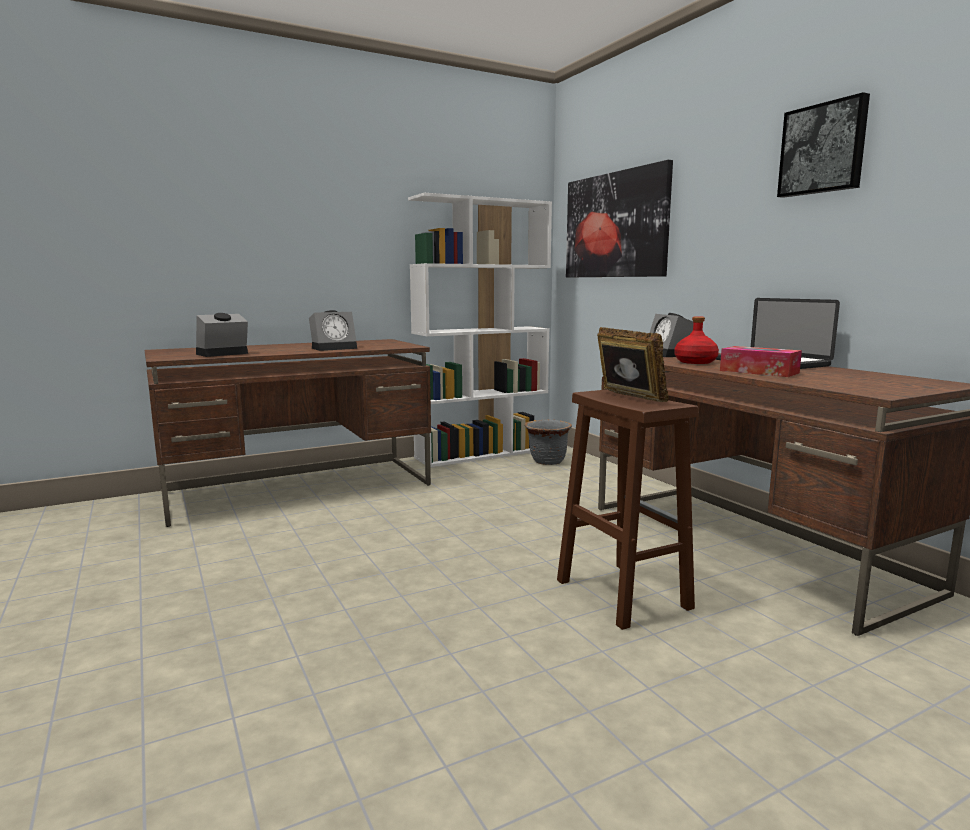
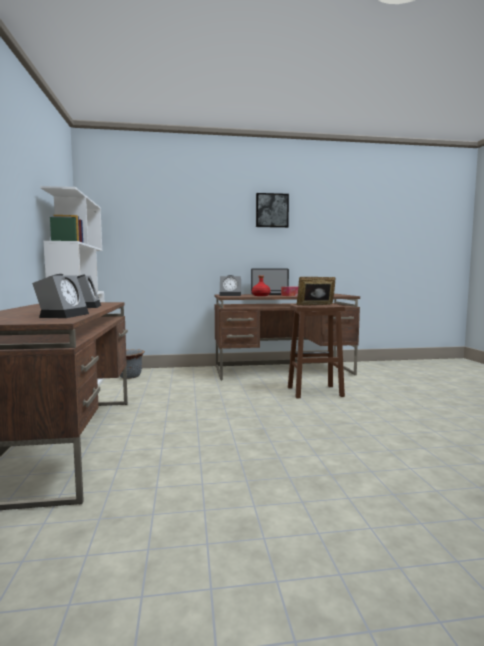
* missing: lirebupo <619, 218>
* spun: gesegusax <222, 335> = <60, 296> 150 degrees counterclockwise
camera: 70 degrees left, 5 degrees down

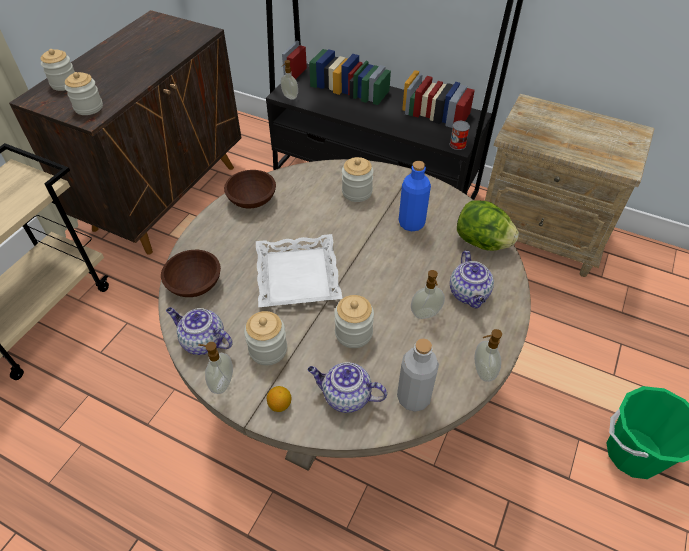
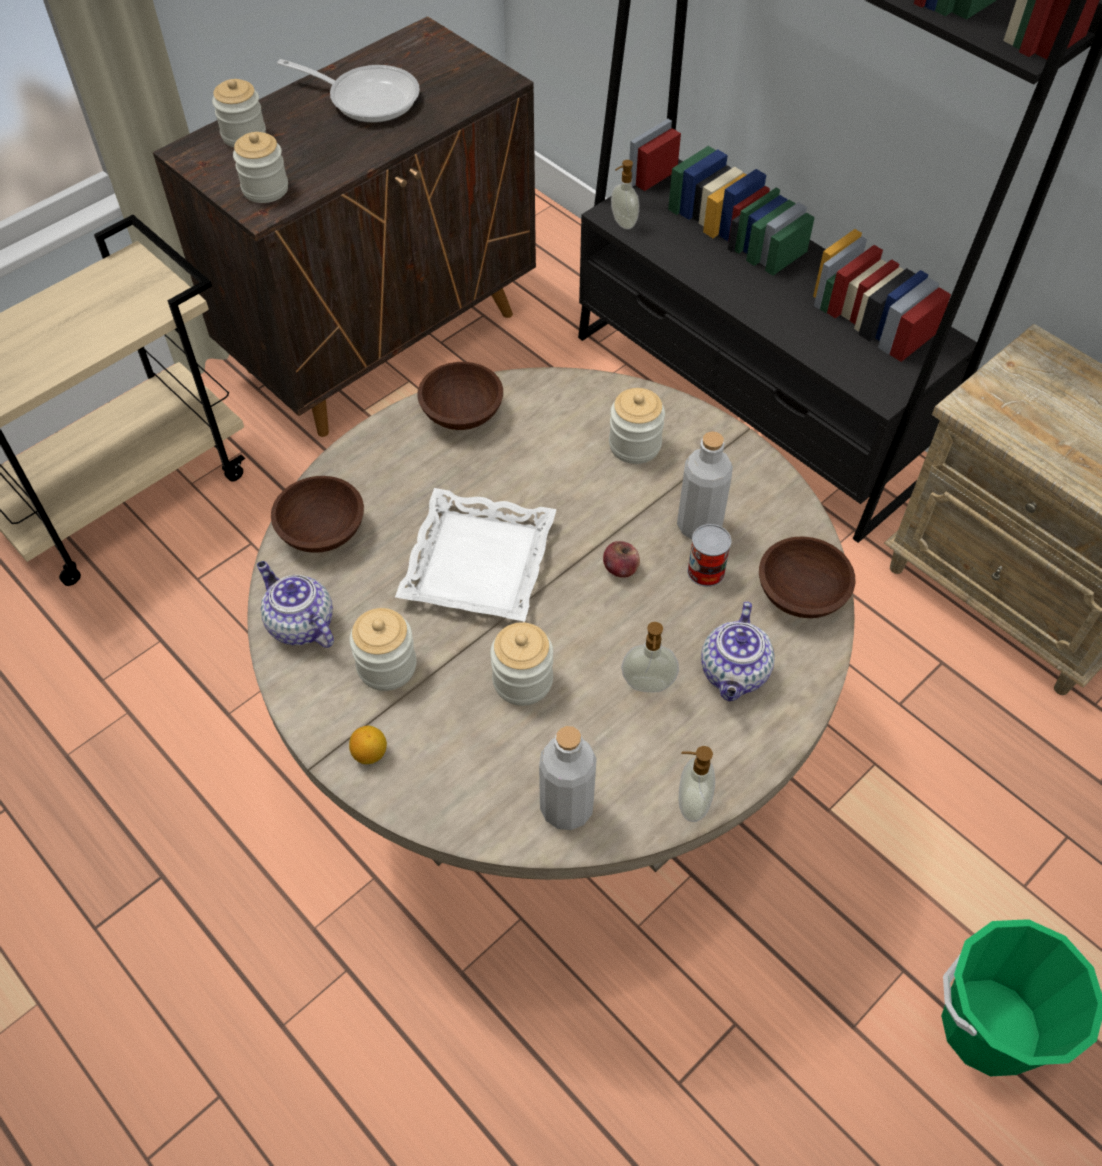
* missing: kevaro <215, 368>
* missing: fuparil <347, 387>
* appeared: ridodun <348, 91>
* appeared: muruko <621, 559>
* relocated: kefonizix <460, 135> to <709, 555>
* exchanged: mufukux <488, 225> to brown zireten <807, 577>
* colour: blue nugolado <415, 196> to grey nugolado <705, 485>
camera: 20 degrees right, 5 degrees up

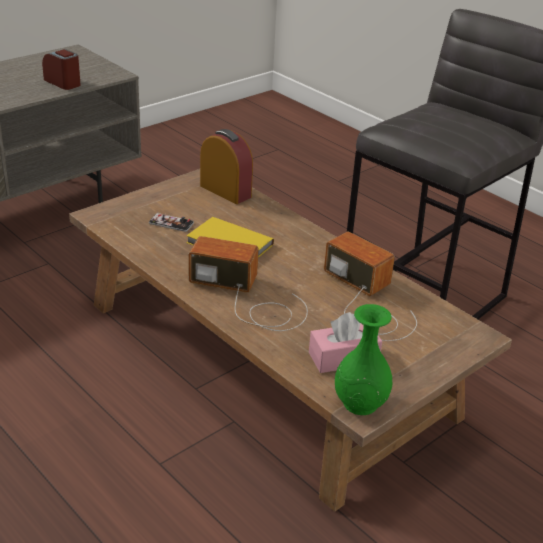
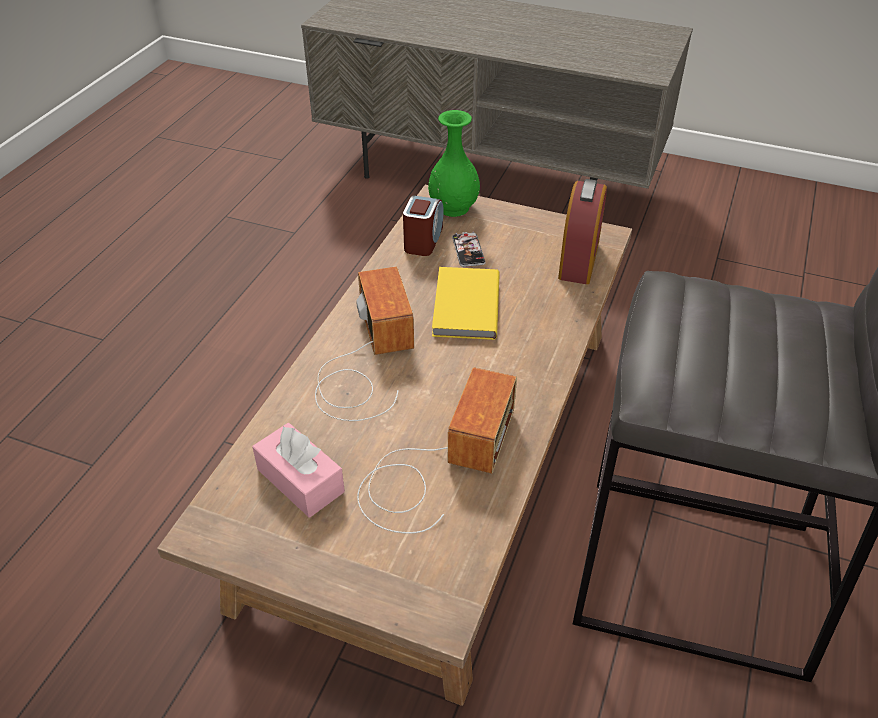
* relocated: gesegusax <61, 69> to <423, 225>
* relocated: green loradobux <364, 359> to <454, 163>
camera: 65 degrees right, 10 degrees up

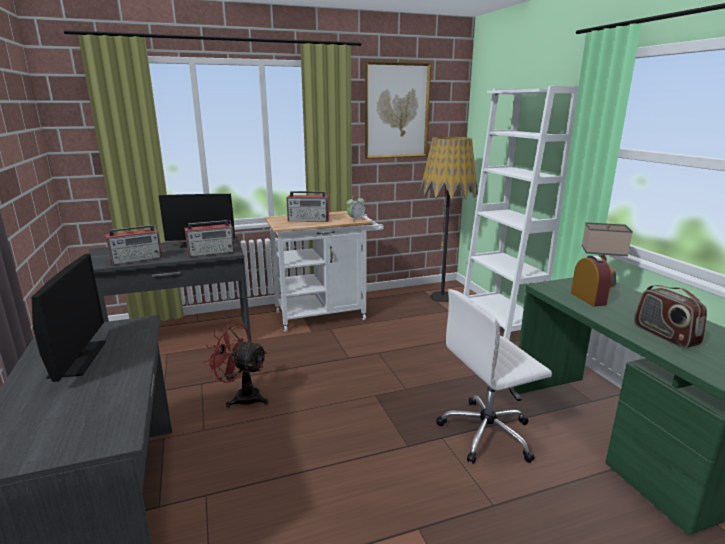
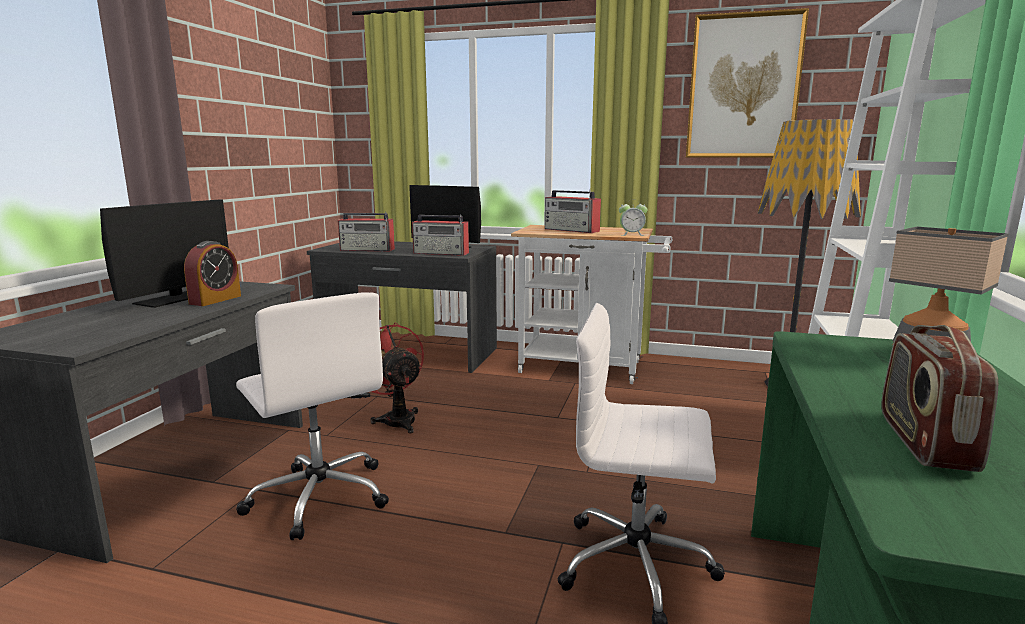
* appeared: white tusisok <312, 416>
* relocated: gesegusax <591, 281> to <212, 273>
camera: 35 degrees right, 5 degrees down

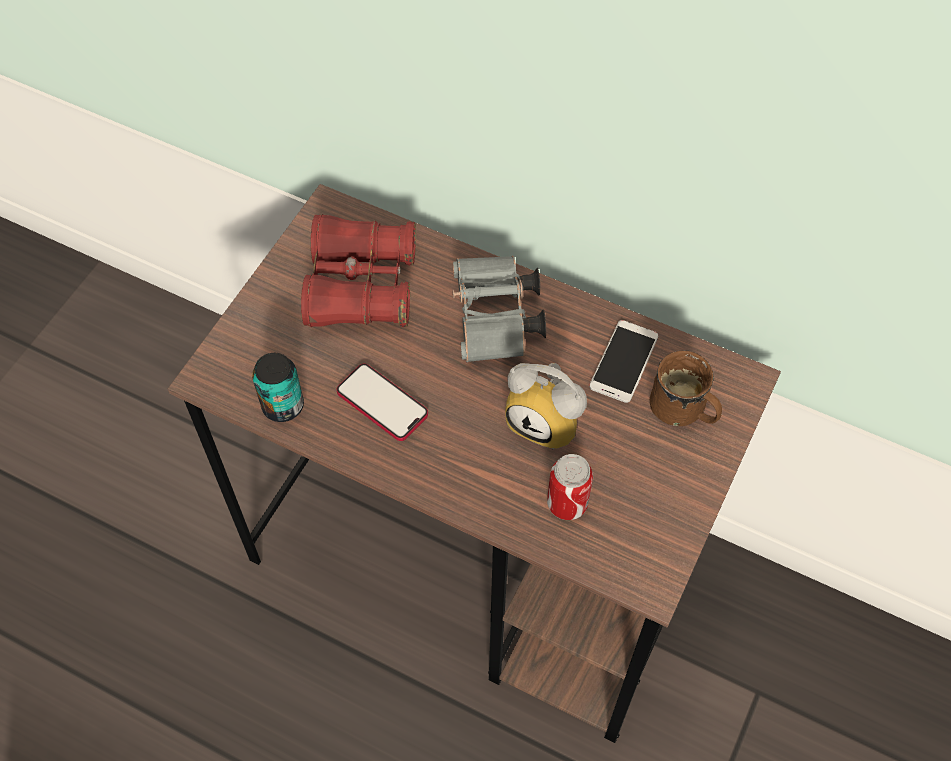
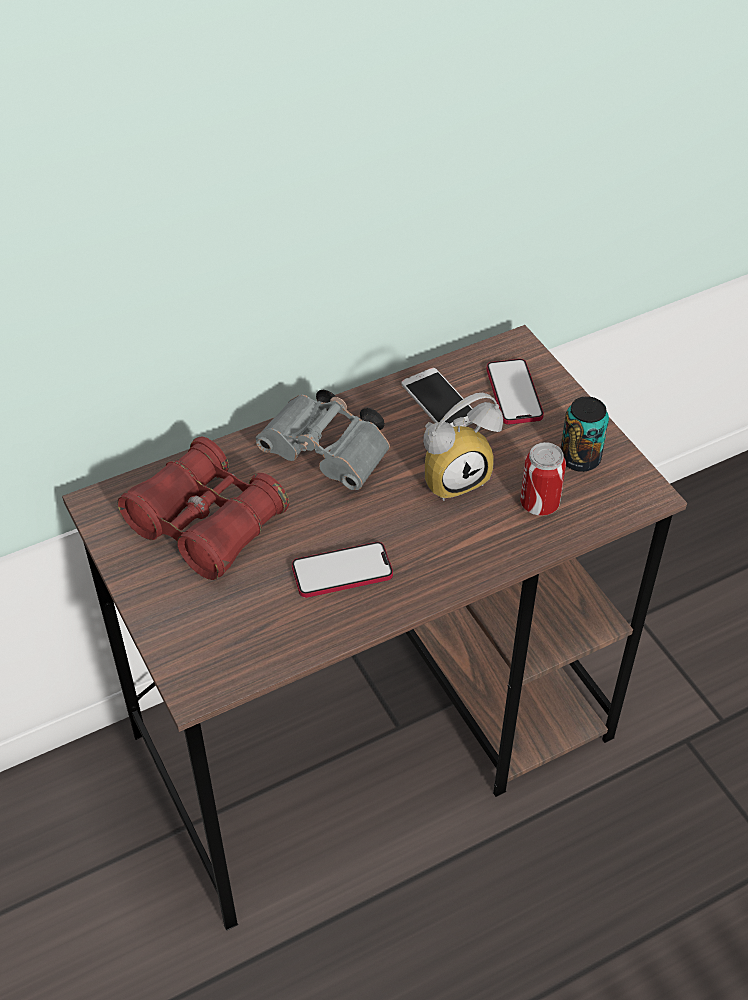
* relocated: kefonizix <278, 387> to <584, 434>
* exchanged: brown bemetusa <686, 388> to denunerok <515, 392>
camera: 55 degrees left, 10 degrees down

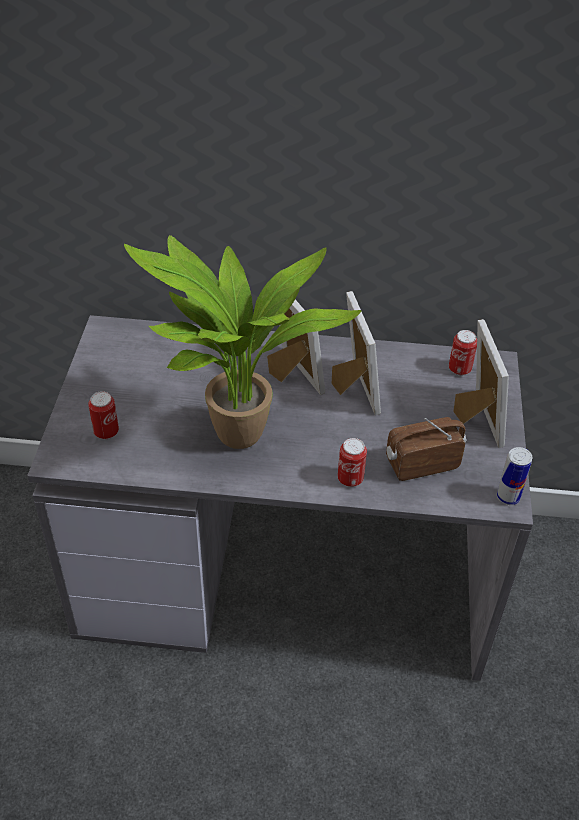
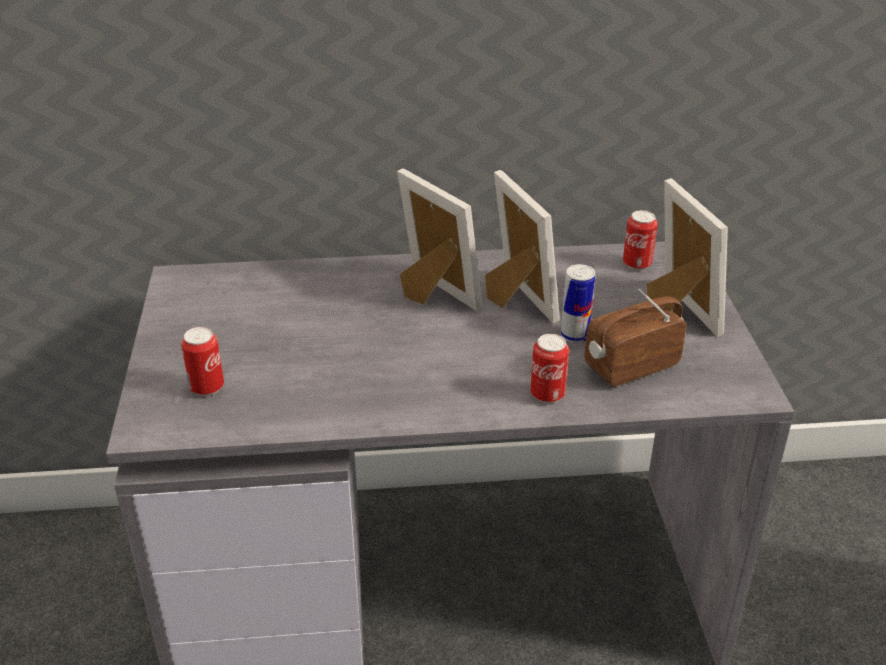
* missing: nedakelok <242, 342>
* relocated: kefonizix <514, 476> to <578, 303>
camera: 10 degrees left, 10 degrees down

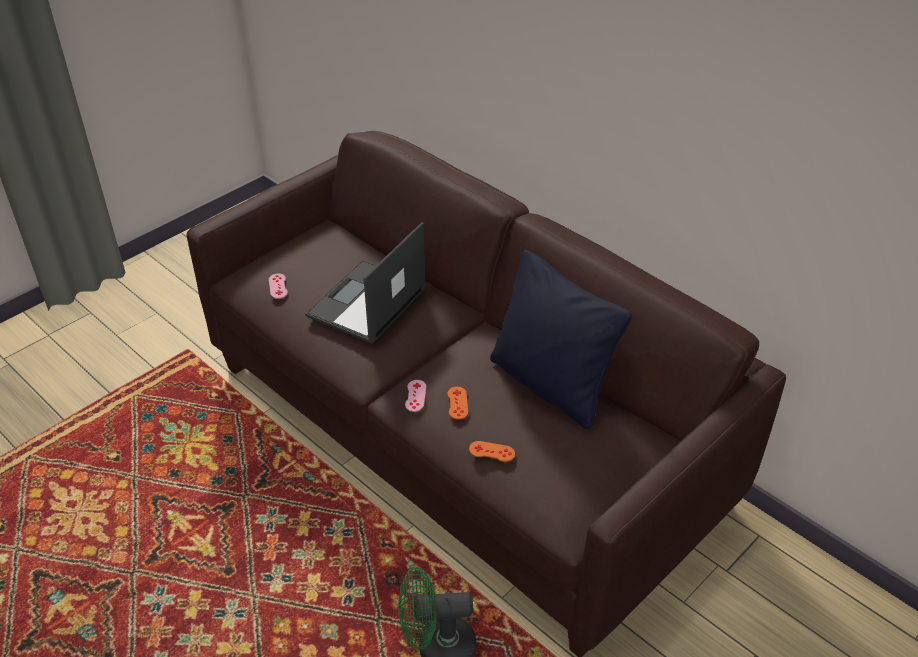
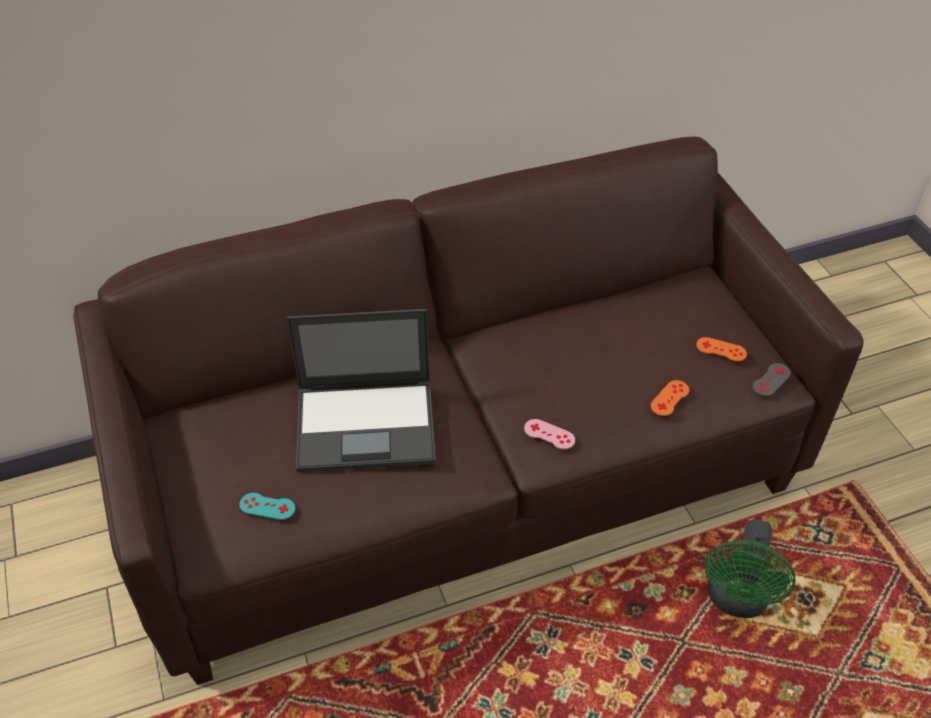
* missing: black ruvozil <561, 339>
* appeared: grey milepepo <771, 379>
* relocated: orange milepepo <457, 403> to <721, 349>
* colour: pink milepepo <278, 286> to turquoise milepepo <267, 506>
* spun: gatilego <365, 283> = <361, 390> 60 degrees counterclockwise
camera: 65 degrees left, 5 degrees up

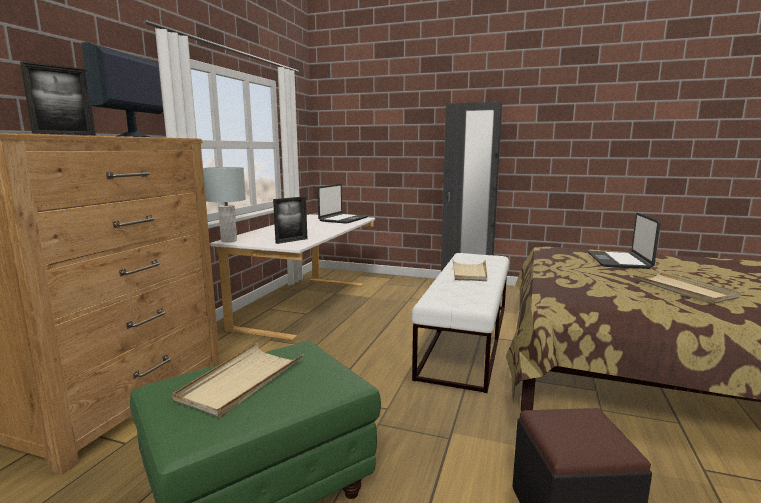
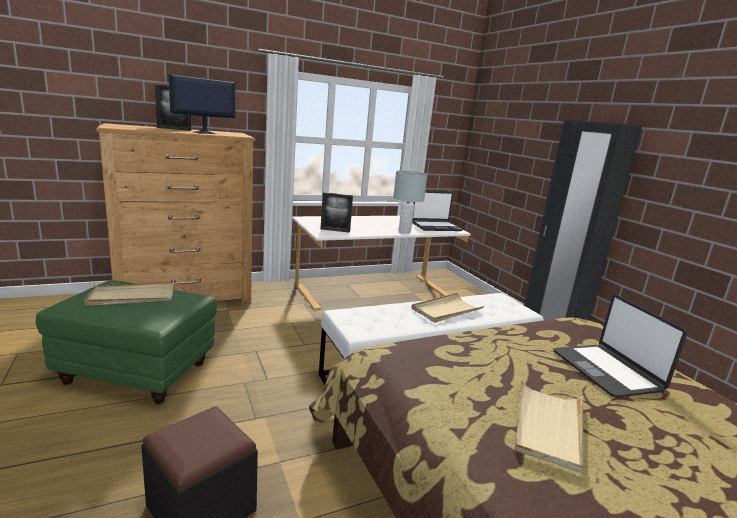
* relocated: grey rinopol <224, 204> to <410, 201>
* spun: gatilego <624, 240> = <620, 346> 75 degrees counterclockwise
camera: 45 degrees right, 5 degrees up

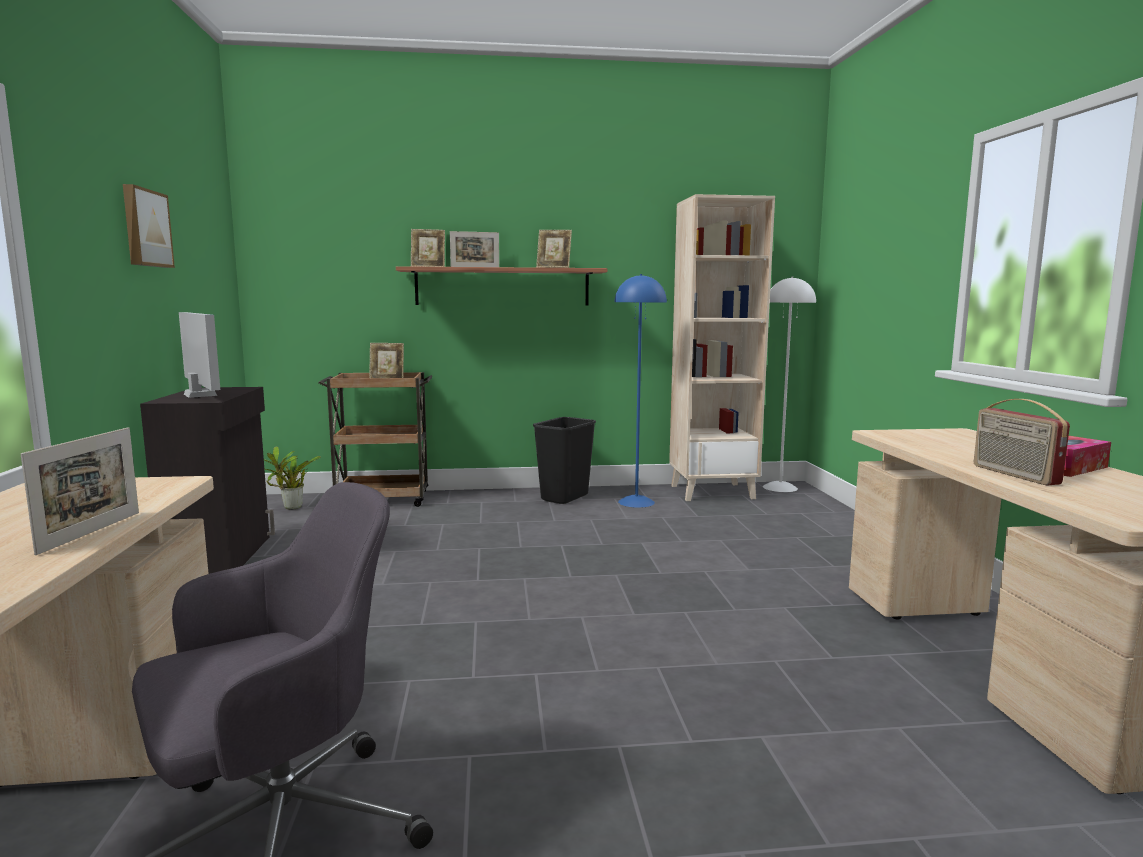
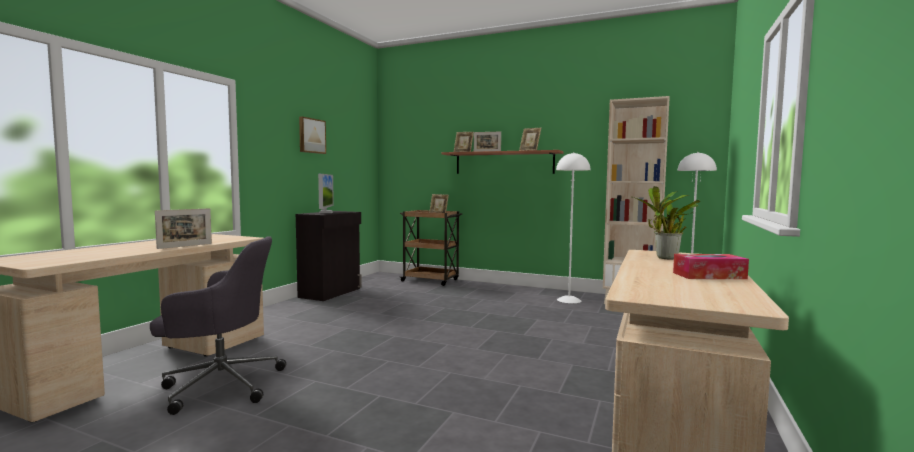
* missing: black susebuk <564, 460>
* missing: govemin <1022, 442>
* relocated: nedakelok <292, 478> to <665, 223>
* colour: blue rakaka <640, 391> to white rakaka <573, 227>
camera: 30 degrees right, 5 degrees down

